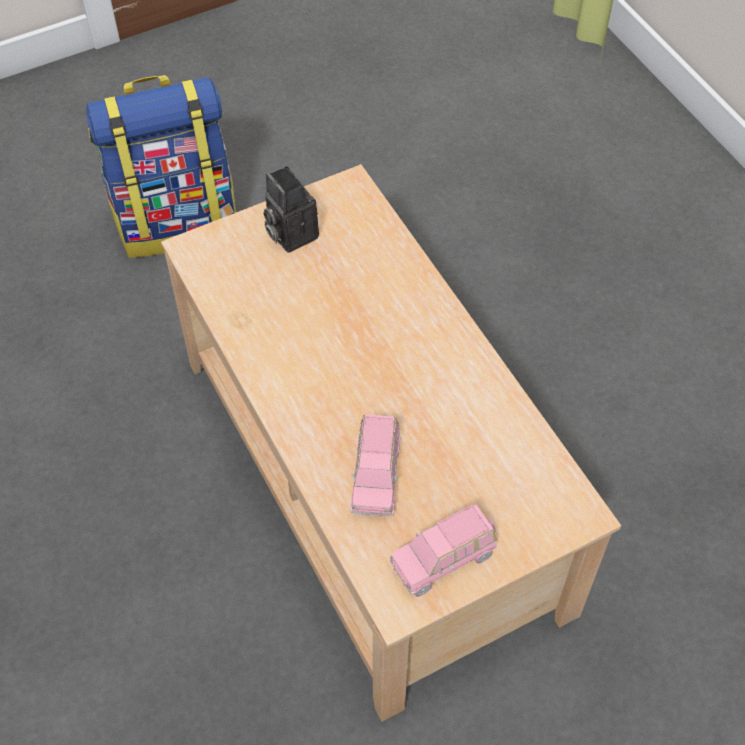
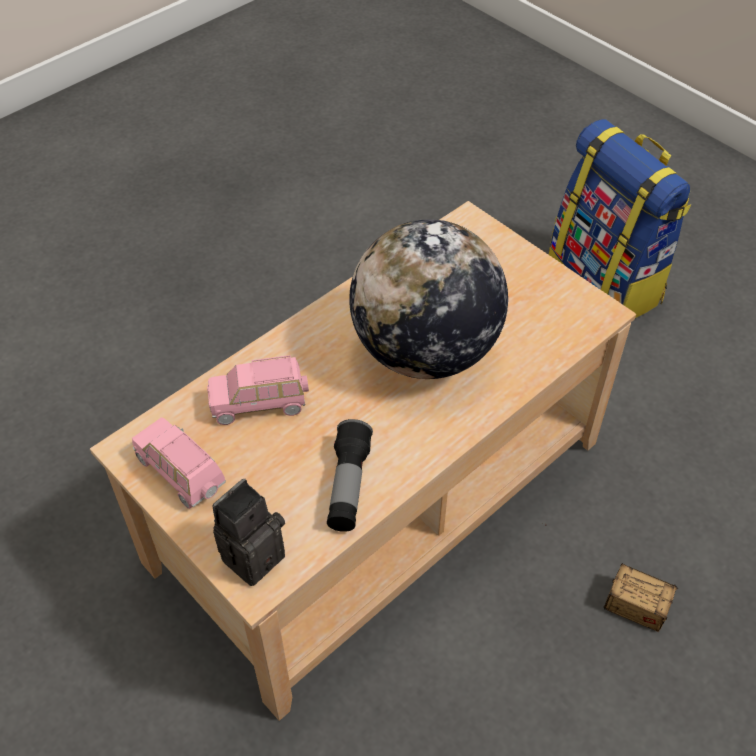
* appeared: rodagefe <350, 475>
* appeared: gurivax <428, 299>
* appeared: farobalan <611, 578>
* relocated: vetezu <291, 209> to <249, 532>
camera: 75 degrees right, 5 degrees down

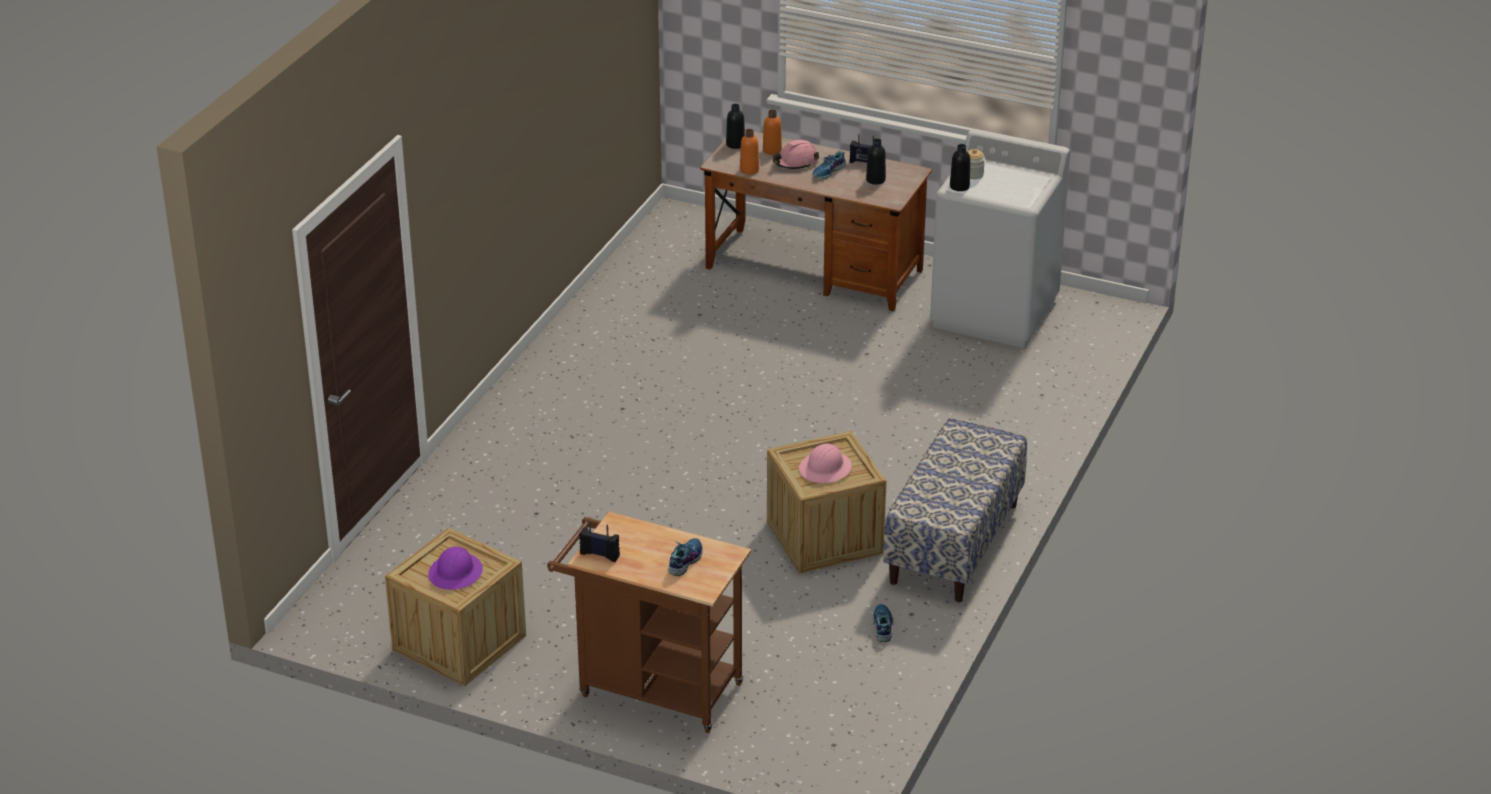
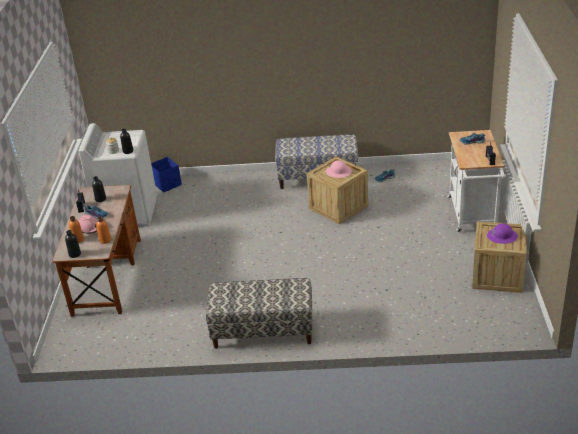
* appeared: blue farobalan <166, 174>
* appeared: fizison <259, 313>
* colour: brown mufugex <649, 622> to white mufugex <476, 181>
camera: 110 degrees left, 0 degrees up

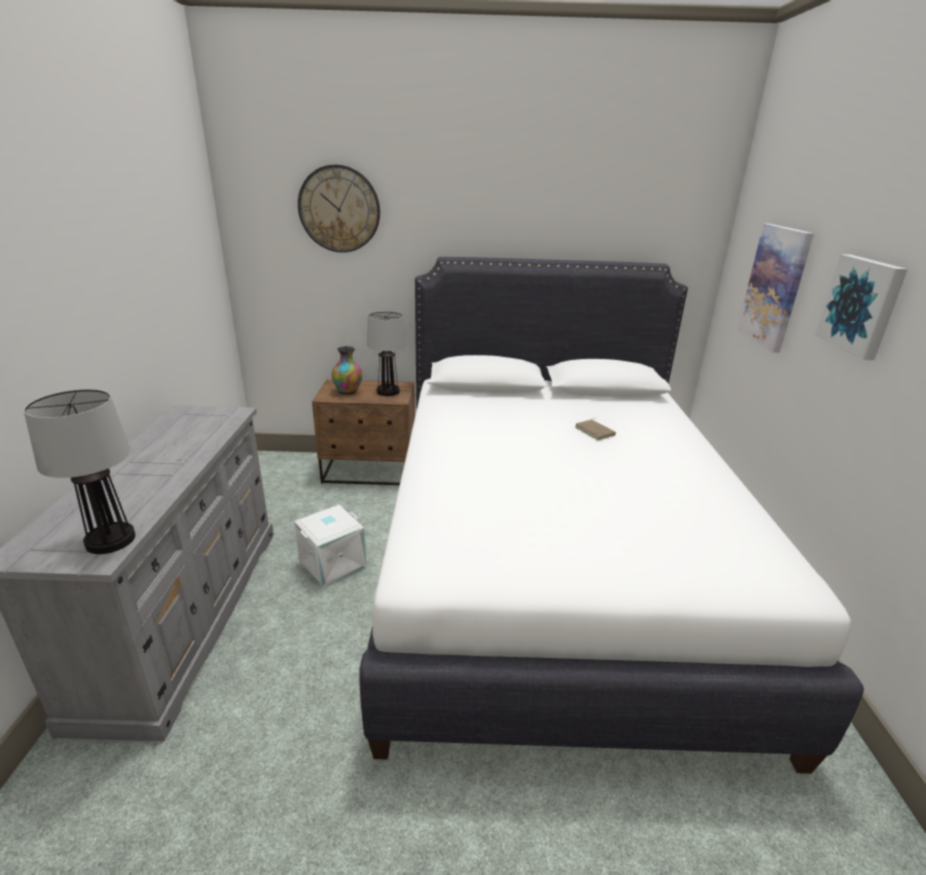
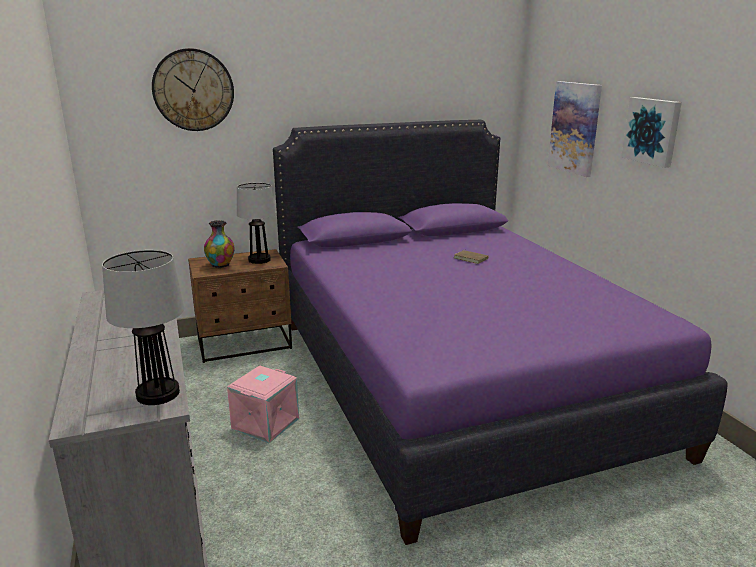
* colour: white farobalan <330, 546> to pink farobalan <263, 404>
* colour: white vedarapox <611, 515> to purple vedarapox <500, 332>
camera: 20 degrees left, 5 degrees down

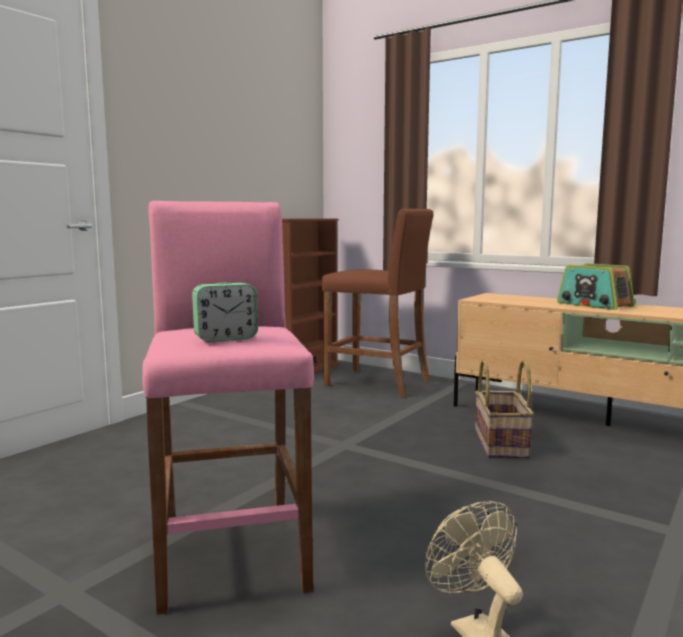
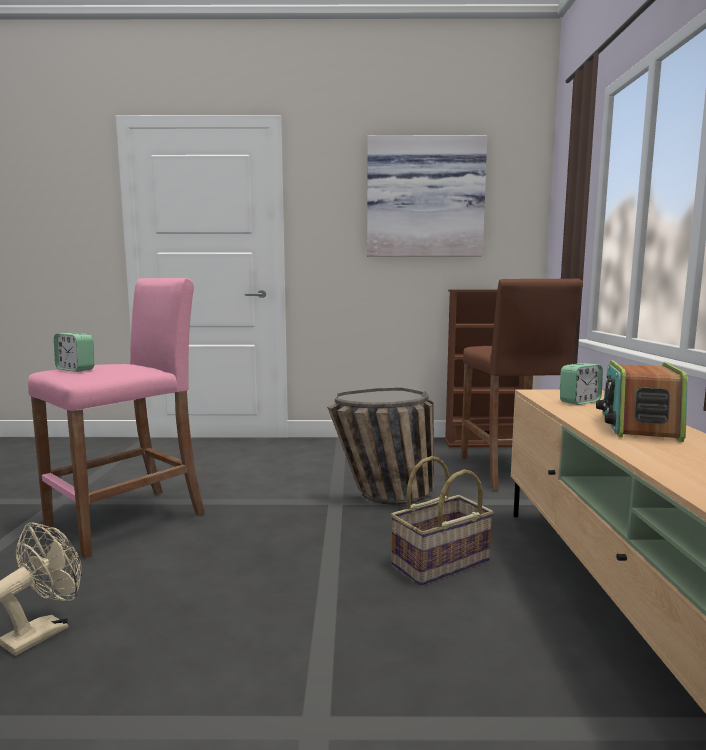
* appeared: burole <380, 446>
* appeared: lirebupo <427, 195>
* appeared: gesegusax <581, 384>
camera: 55 degrees right, 0 degrees up

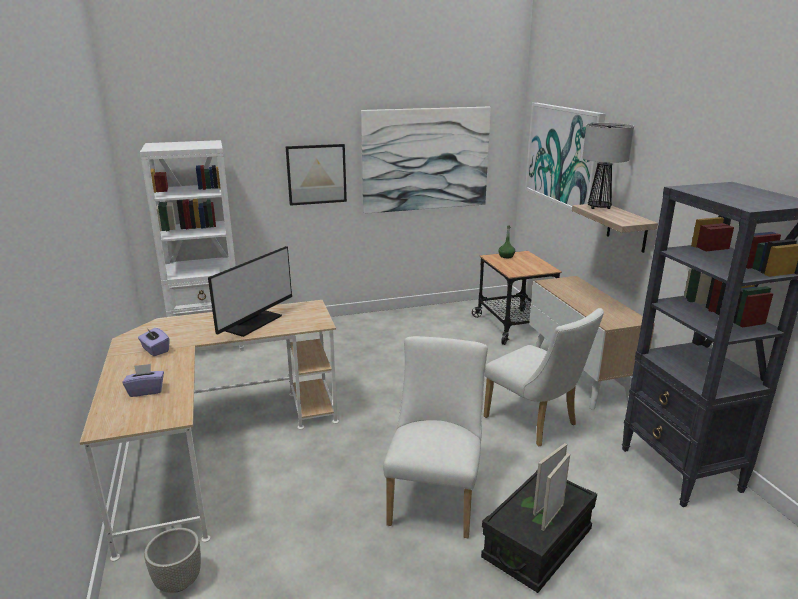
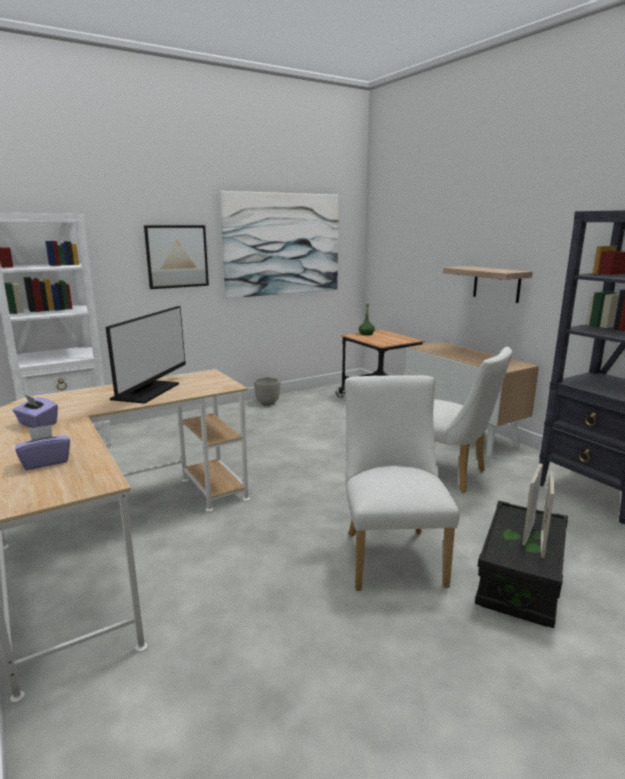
* missing: lirebupo <565, 156>
* missing: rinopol <608, 166>
* relocated: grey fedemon <172, 560> to <267, 391>
camera: 15 degrees left, 5 degrees down

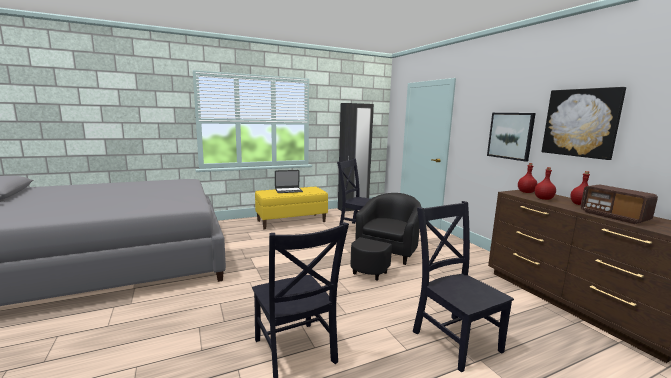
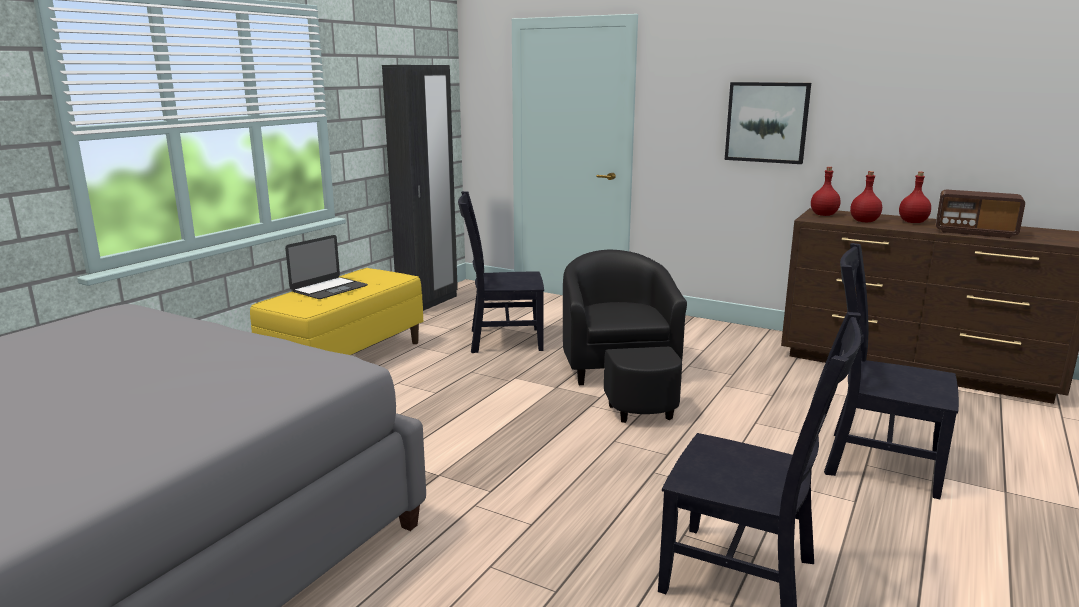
* missing: lirebupo <584, 123>
camera: 35 degrees left, 5 degrees up

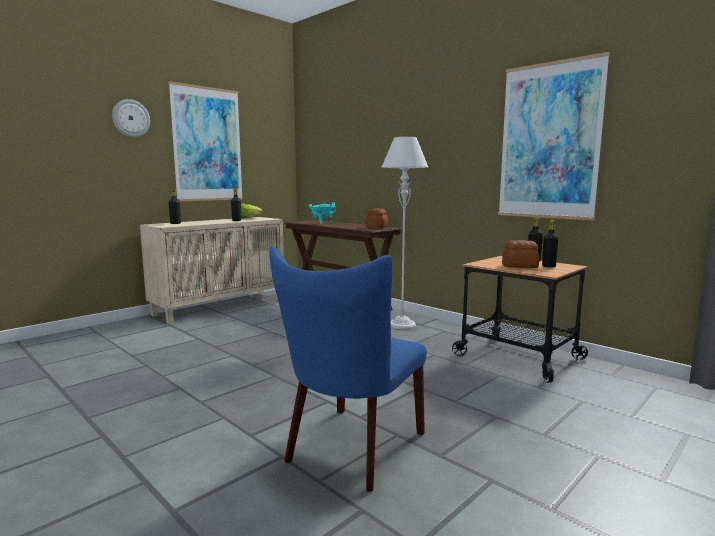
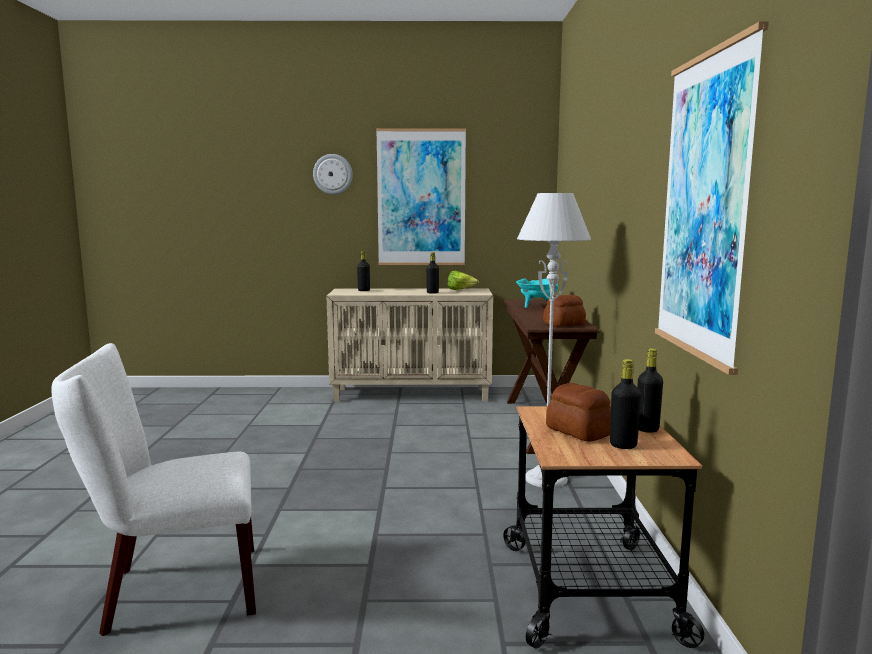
* colour: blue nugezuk <348, 369> to white nugezuk <153, 489>
camera: 45 degrees right, 0 degrees up

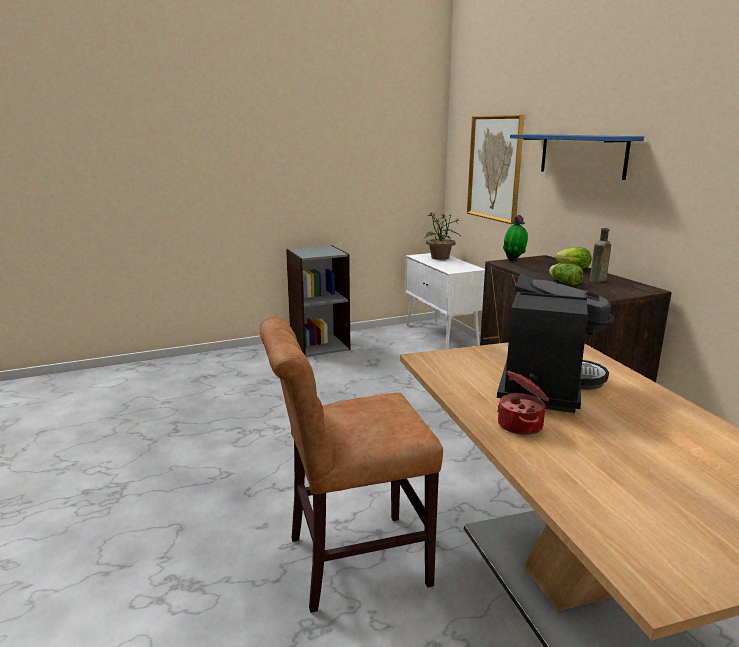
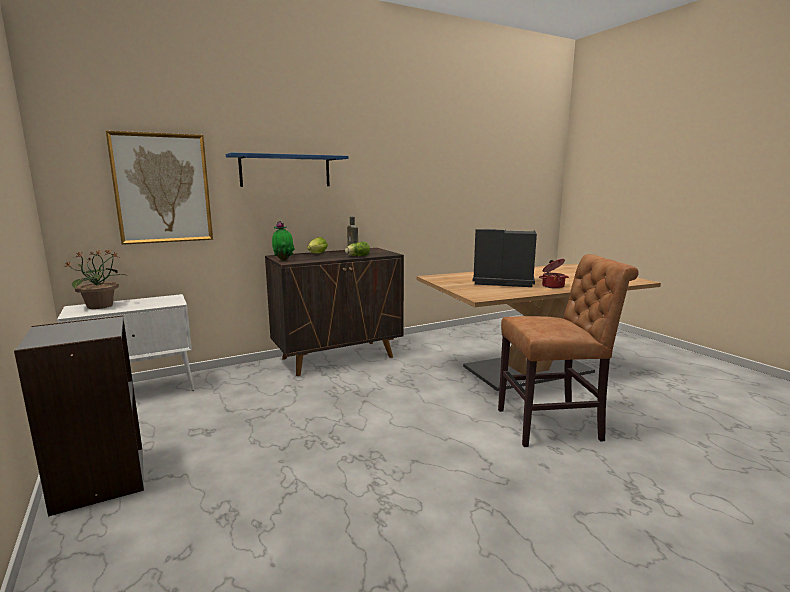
* spun: brown nugezuk <351, 464> = <568, 350> 75 degrees counterclockwise
camera: 95 degrees left, 5 degrees down

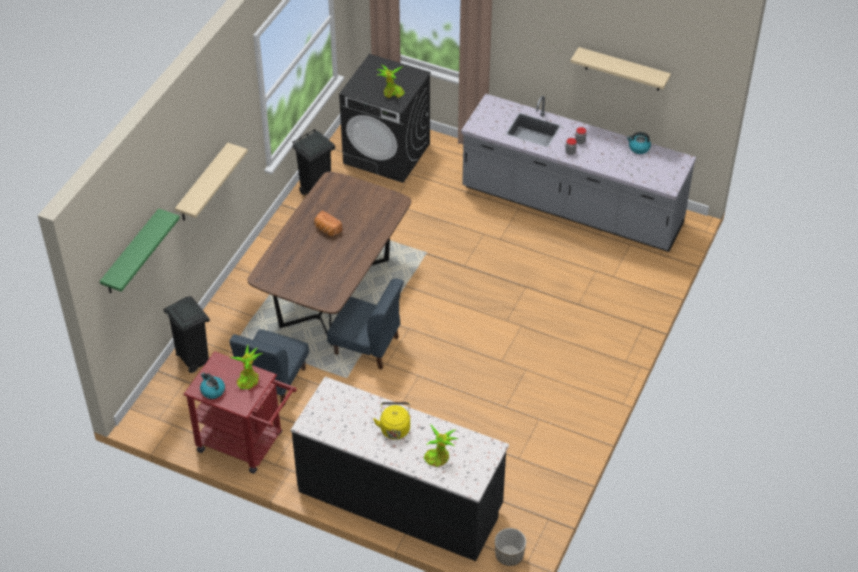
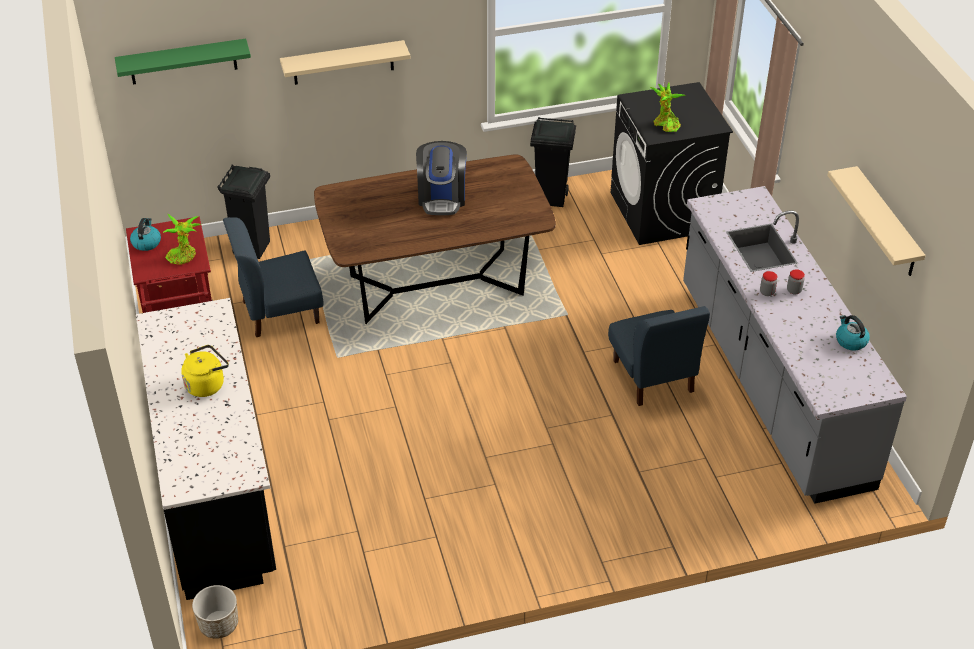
* missing: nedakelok <441, 445>
* relocated: blue nugezuk <365, 324> to <659, 356>
* exchanged: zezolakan <328, 223> to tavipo <441, 178>
camera: 50 degrees right, 5 degrees down

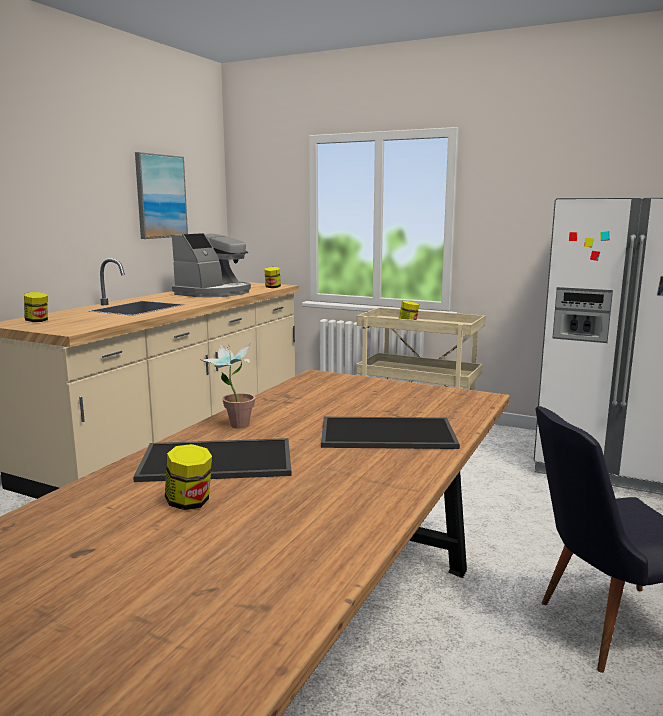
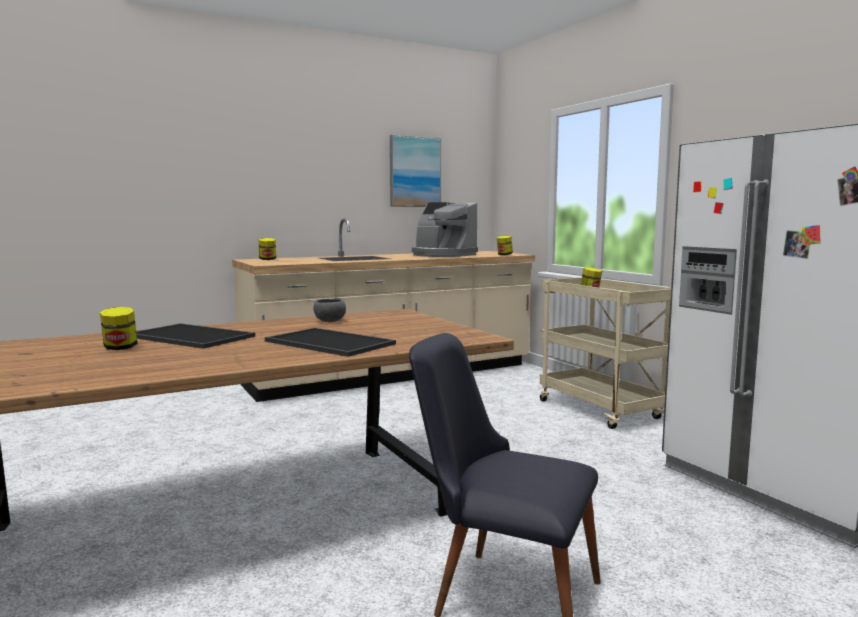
* missing: nedakelok <229, 386>
* appeared: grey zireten <329, 310>
* spun: tavipo <211, 265> = <445, 229> 60 degrees clockwise
camera: 35 degrees right, 5 degrees down

